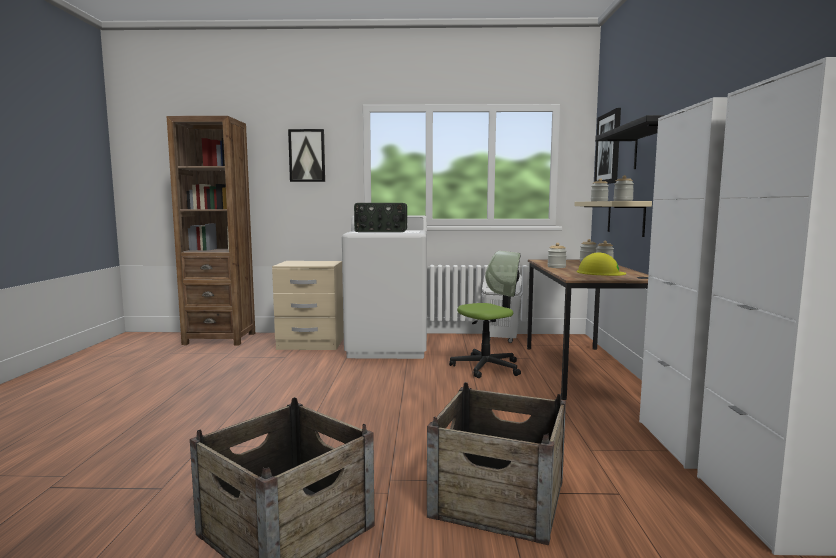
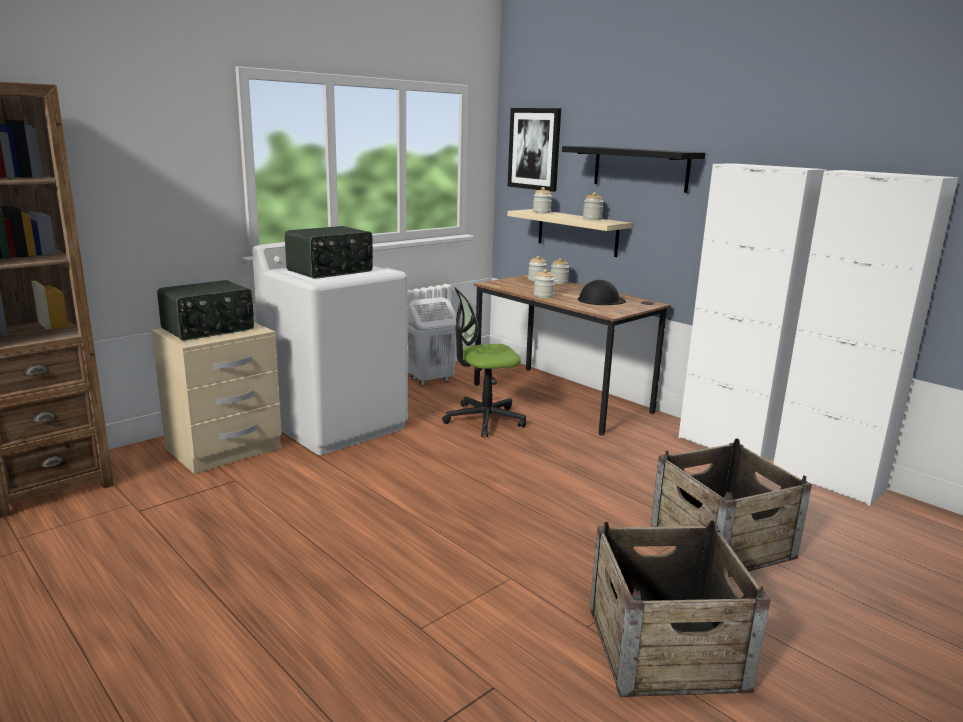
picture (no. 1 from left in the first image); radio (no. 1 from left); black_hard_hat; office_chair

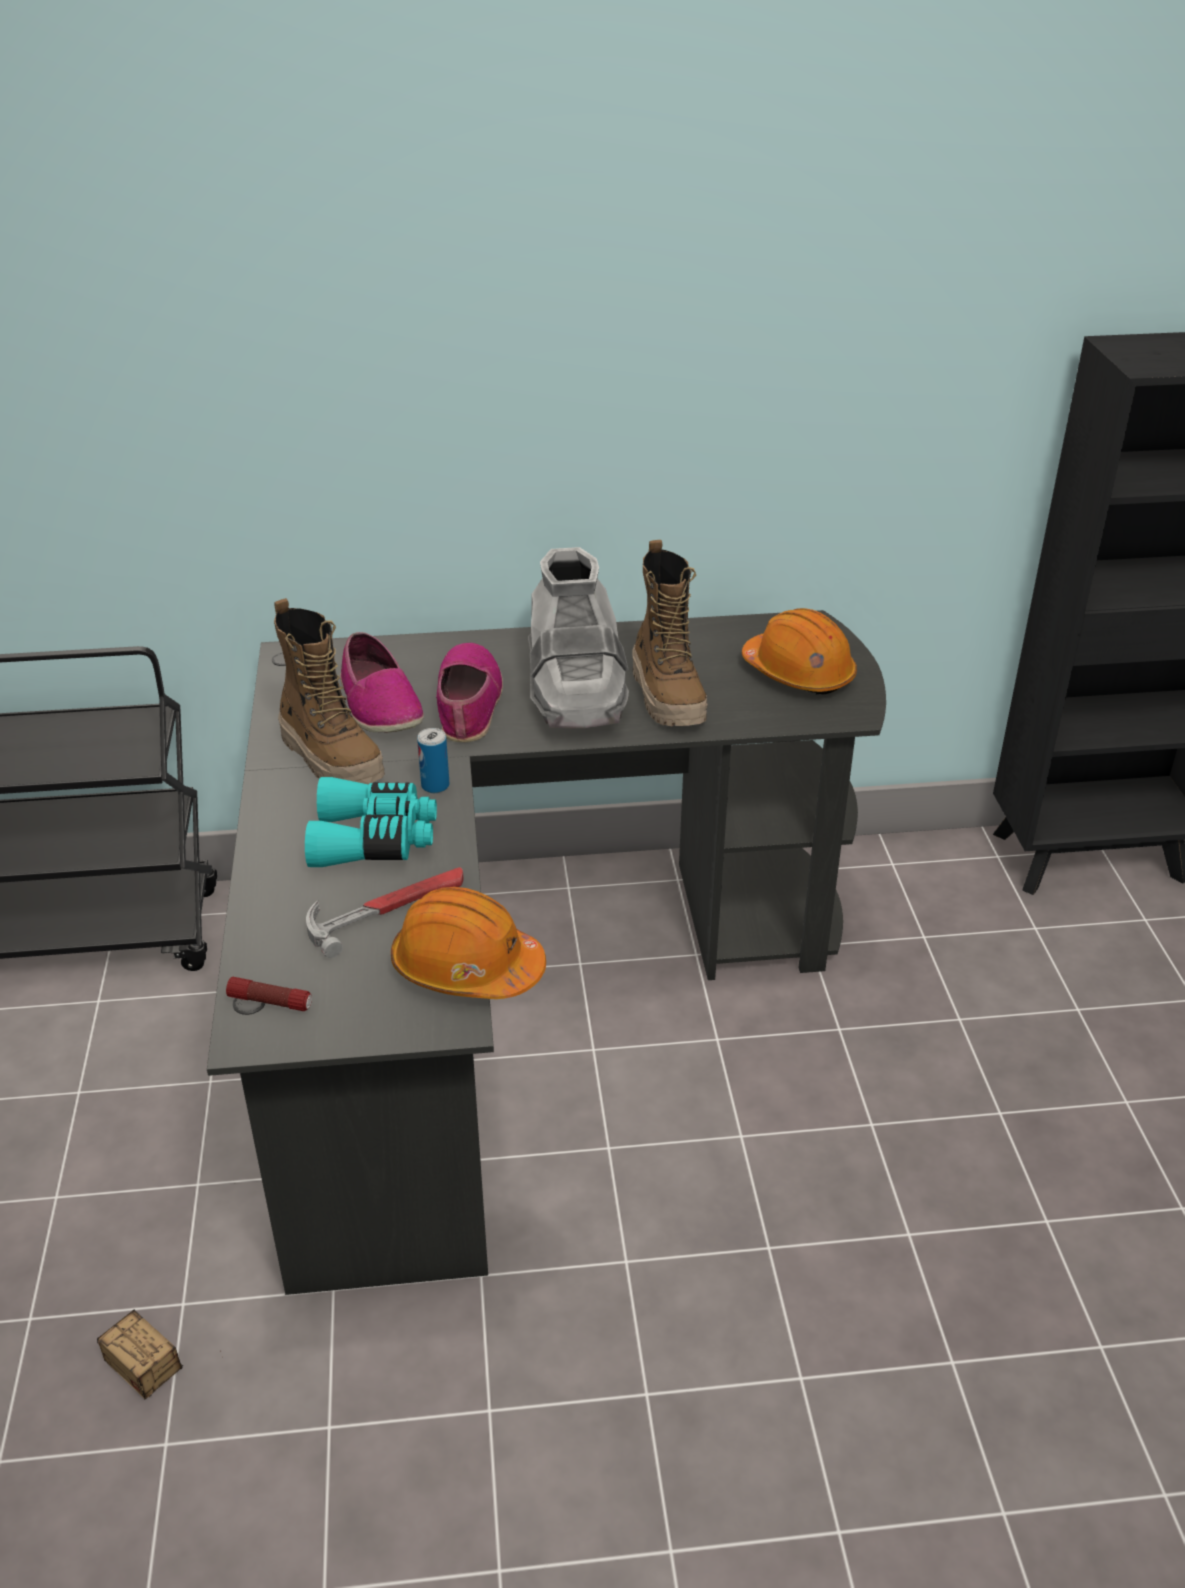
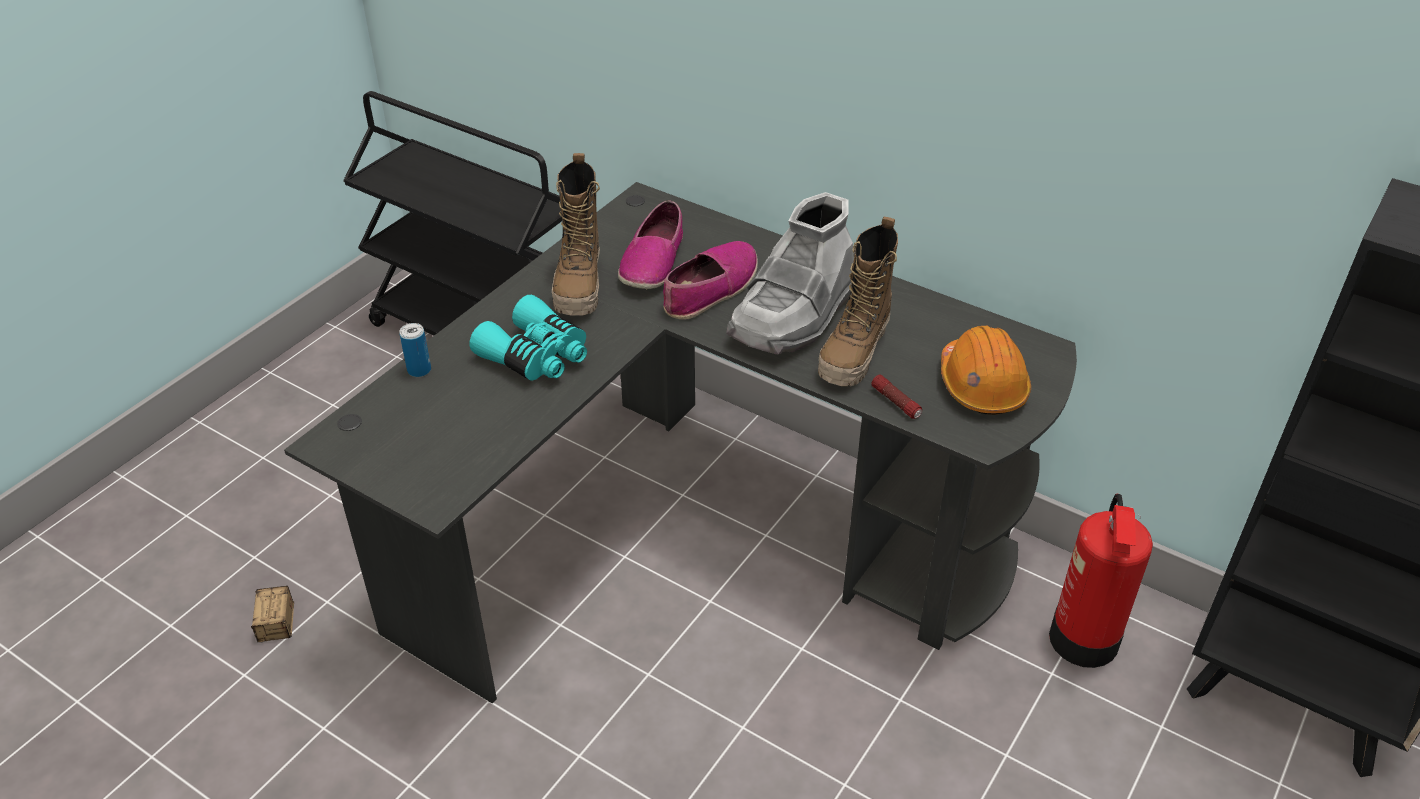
hammer; orange_hard_hat (no. 1 from left in the first image); fire_extinguisher; flashlight; can

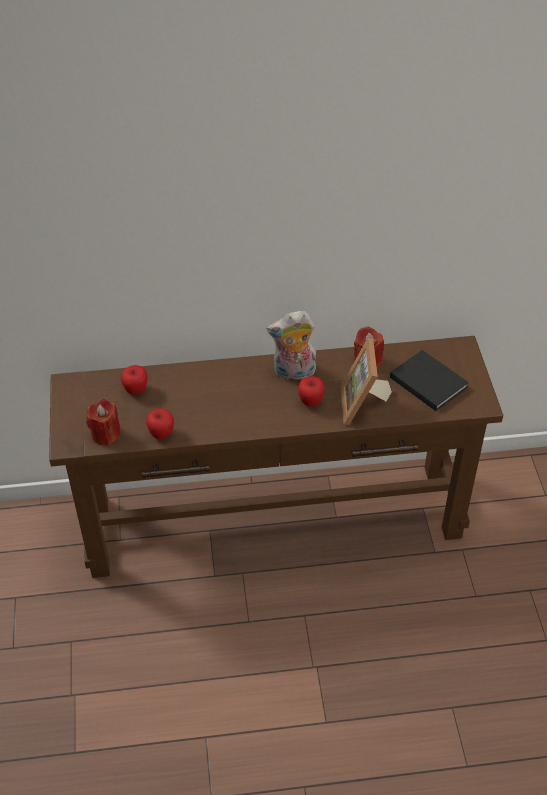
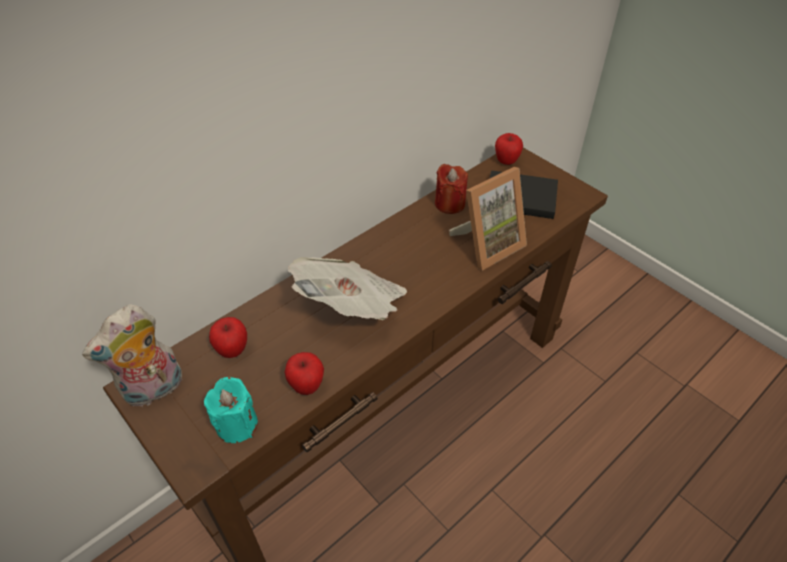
newspaper; plush_toy; apple (no. 3 from left); turquoise_candle; picture_frame

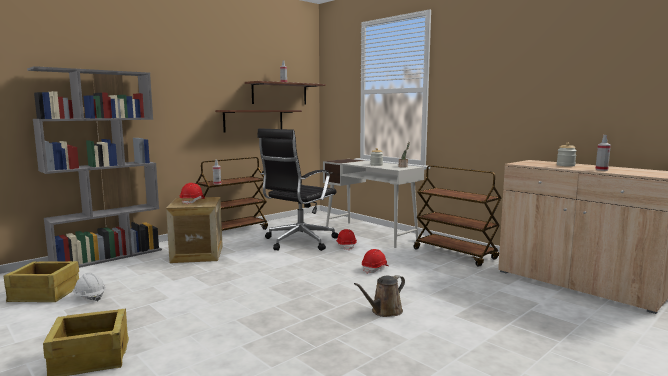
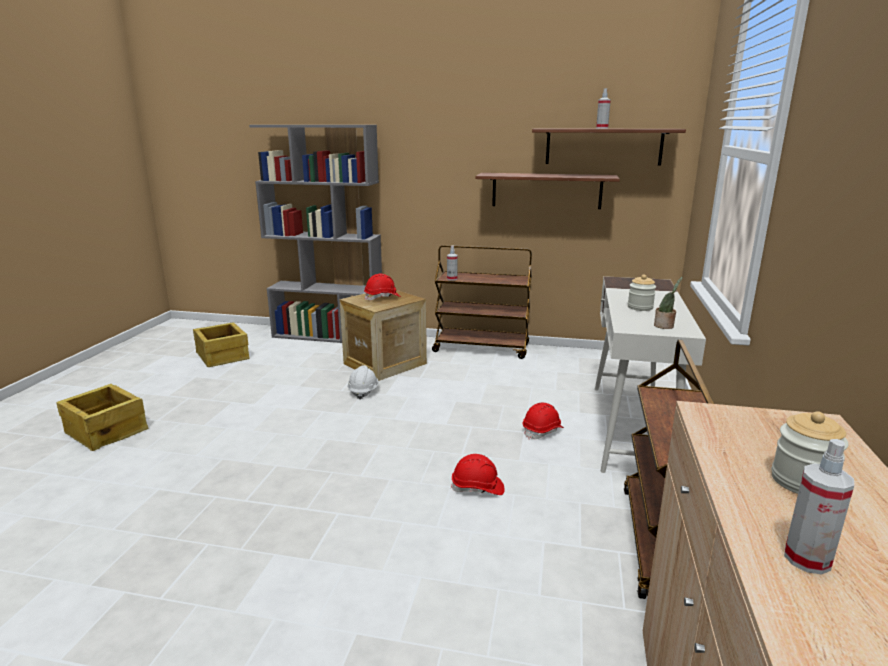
black_office_chair; brown_watering_can; white_hard_hat

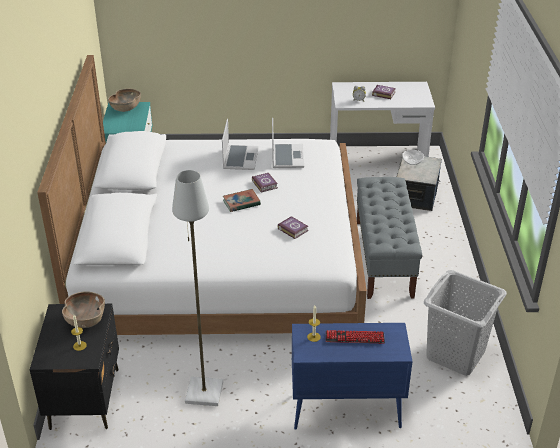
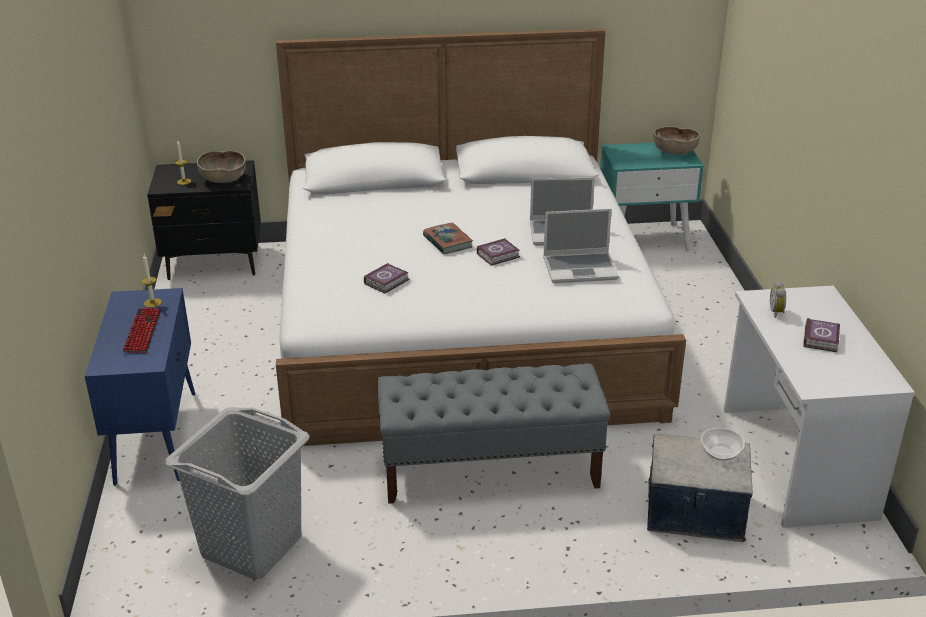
grey_floor_lamp

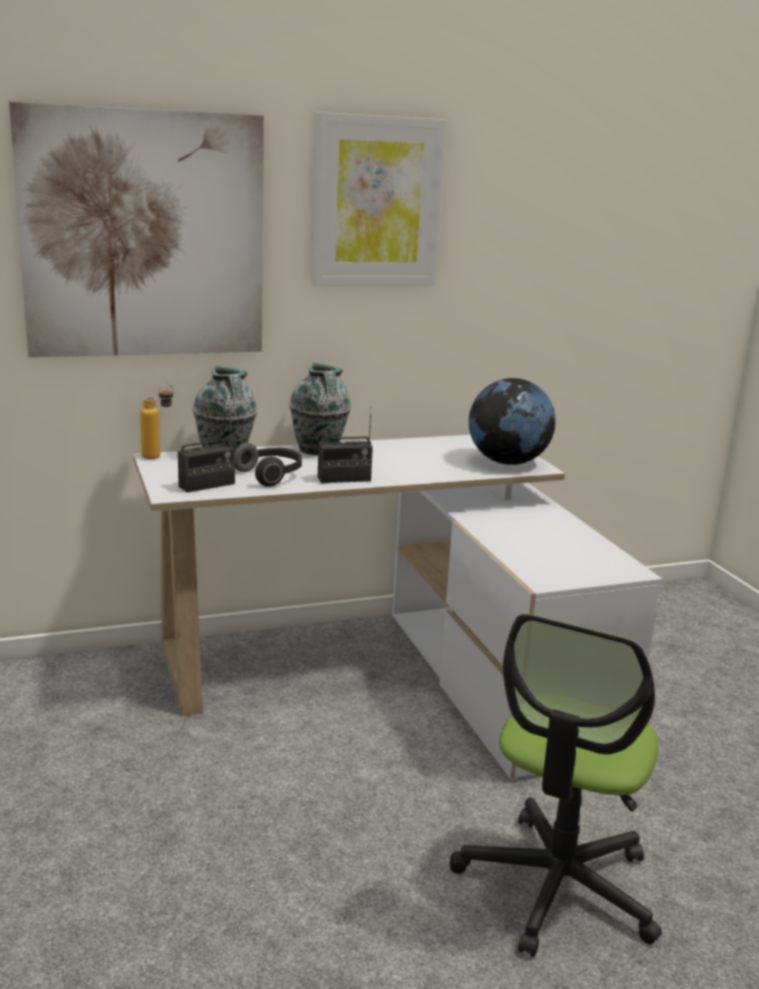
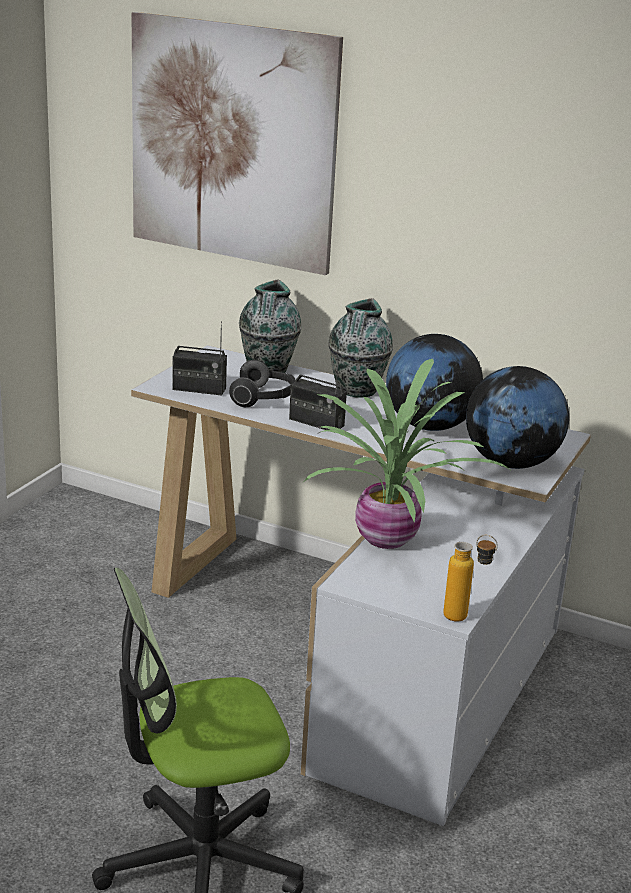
picture (no. 2 from left in the first image); potted_plant; globe (no. 1 from left); bottle

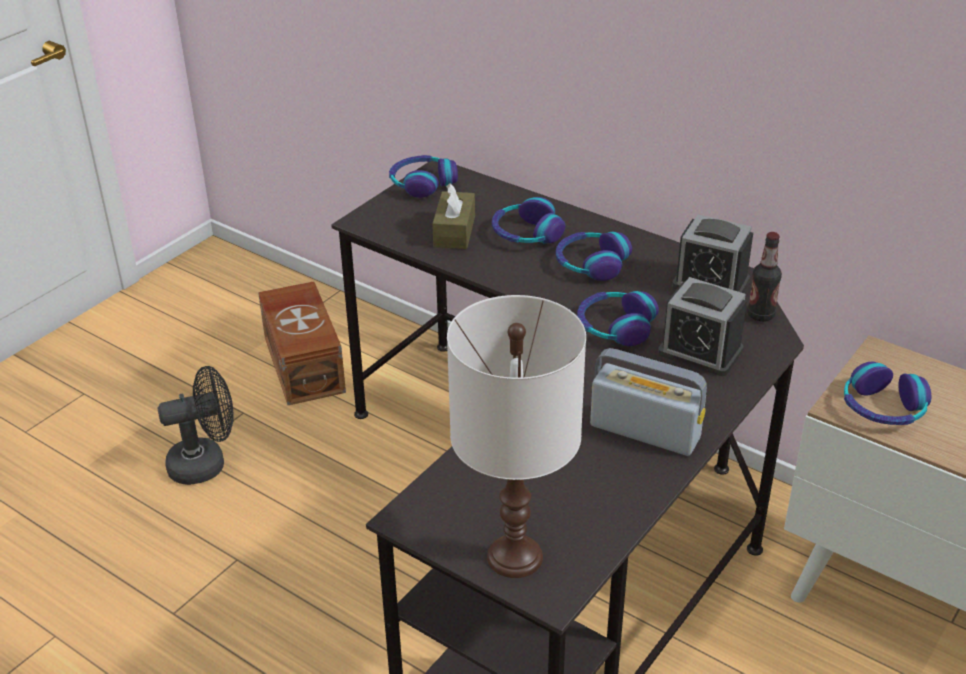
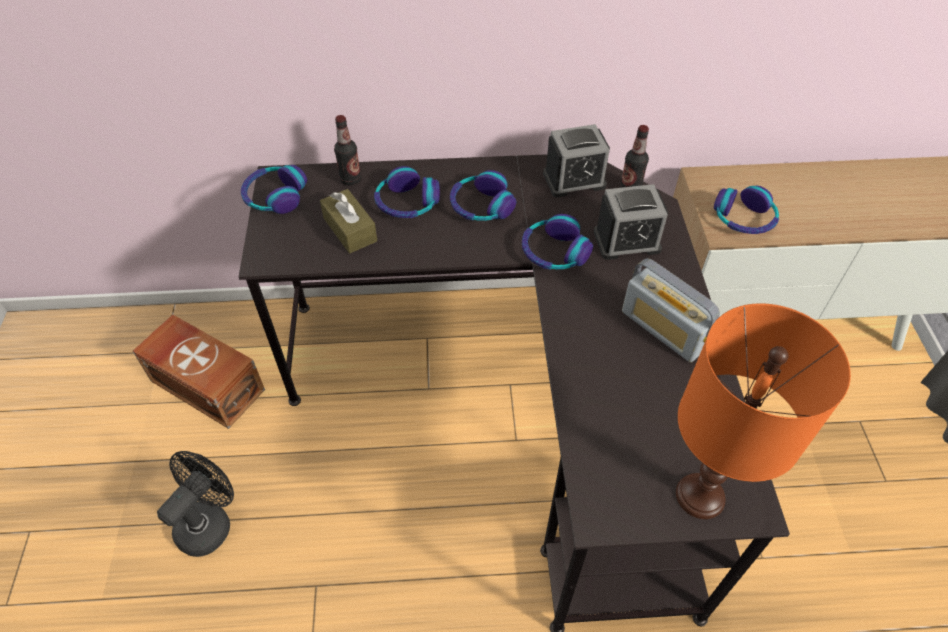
bottle (no. 1 from left); orange_table_lamp; radio

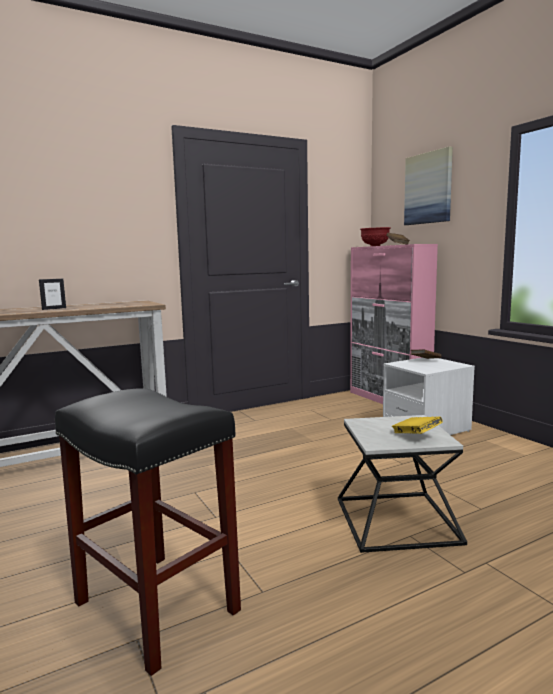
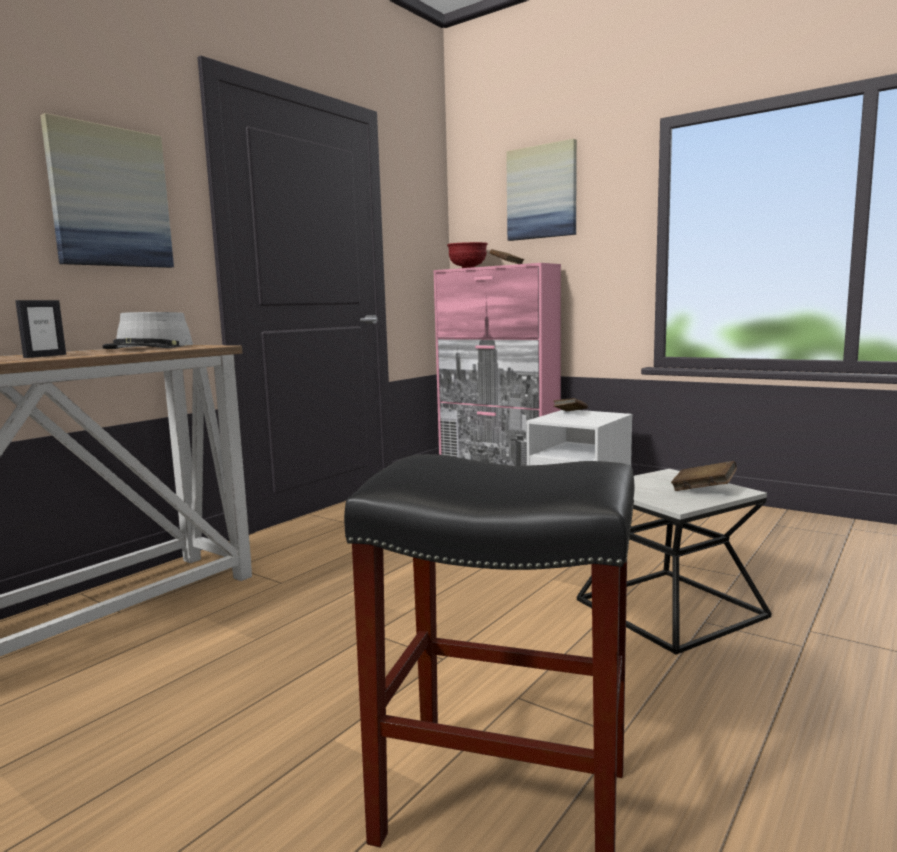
picture (no. 1 from left); grey_hat; brown_book (no. 3 from left)

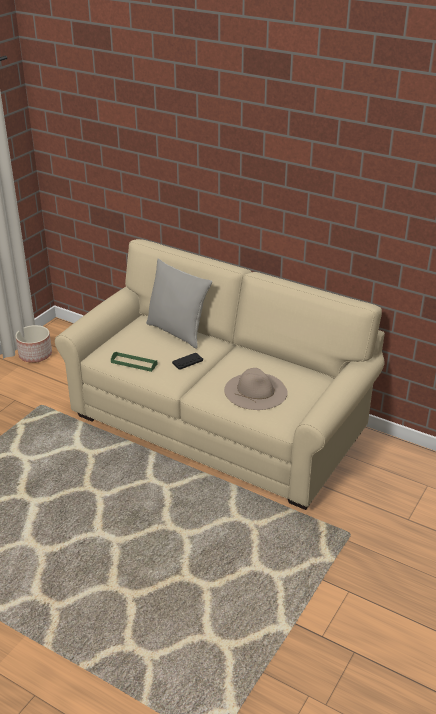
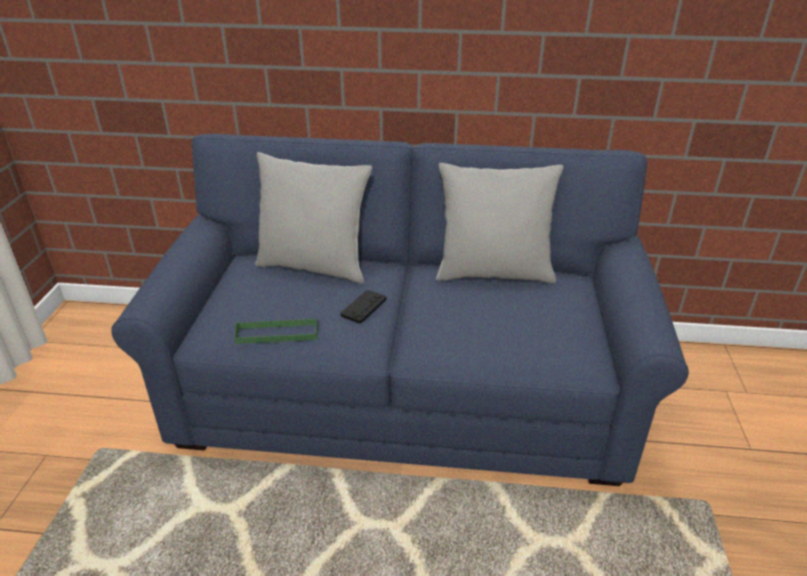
planter; beige_hat; grey_pillow (no. 2 from left); blue_sofa

